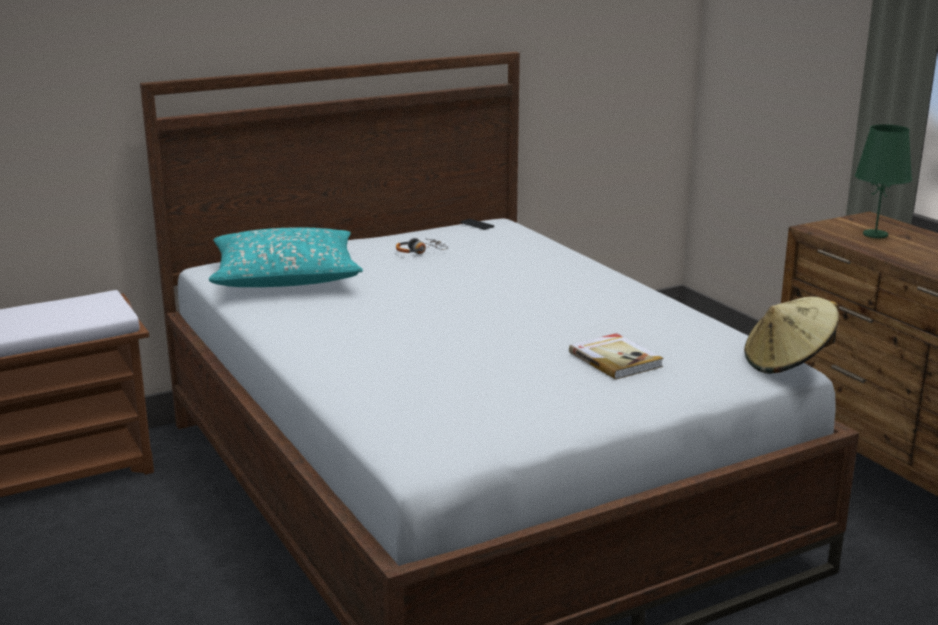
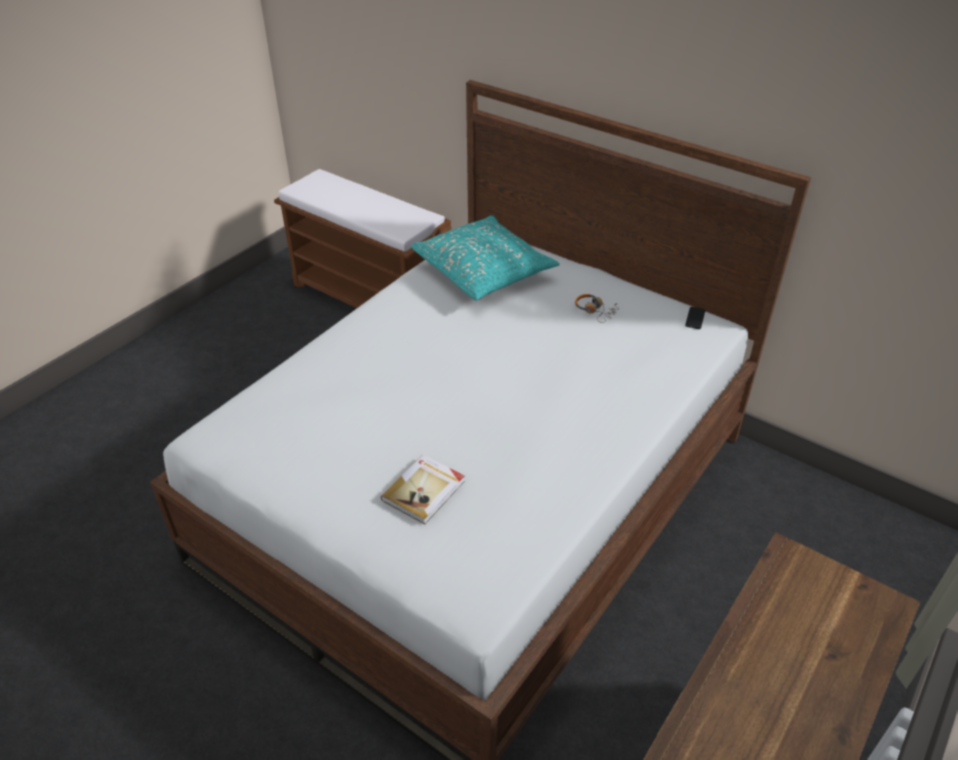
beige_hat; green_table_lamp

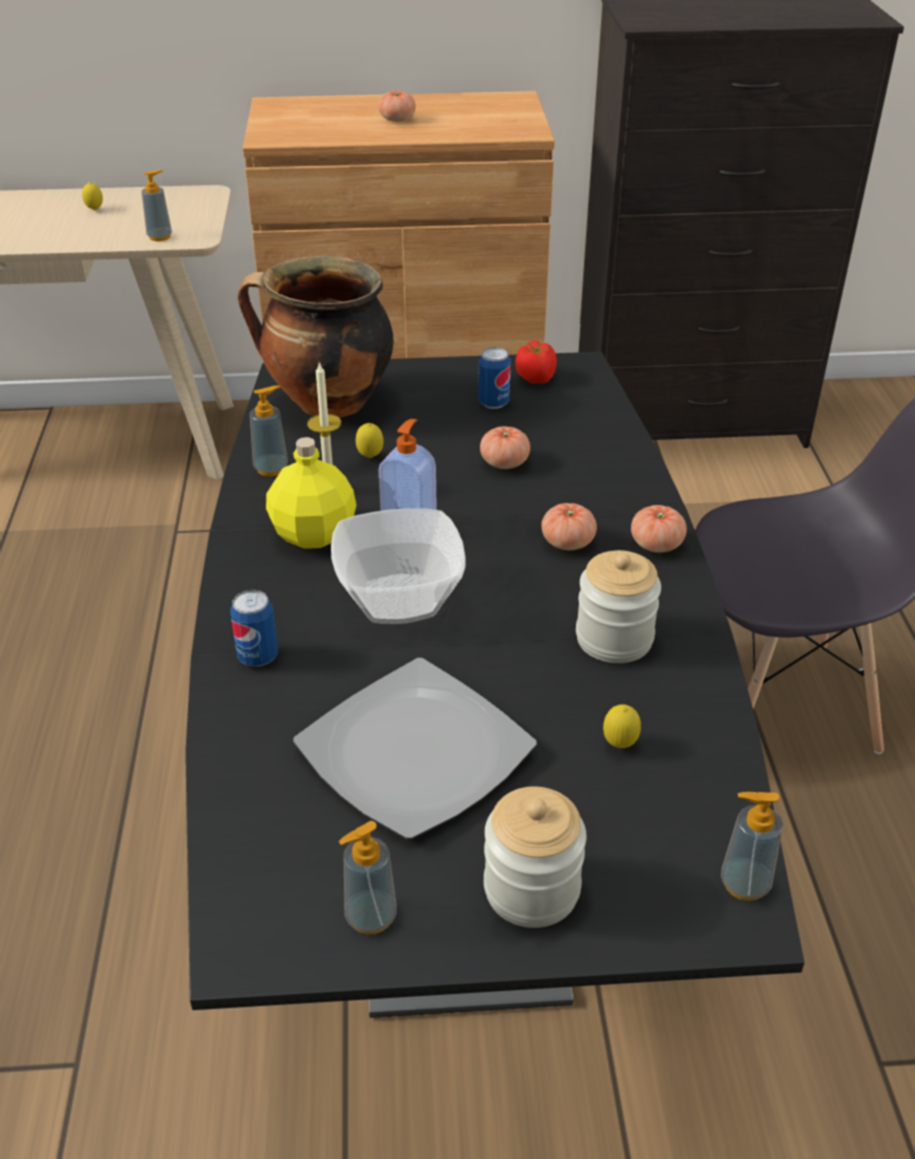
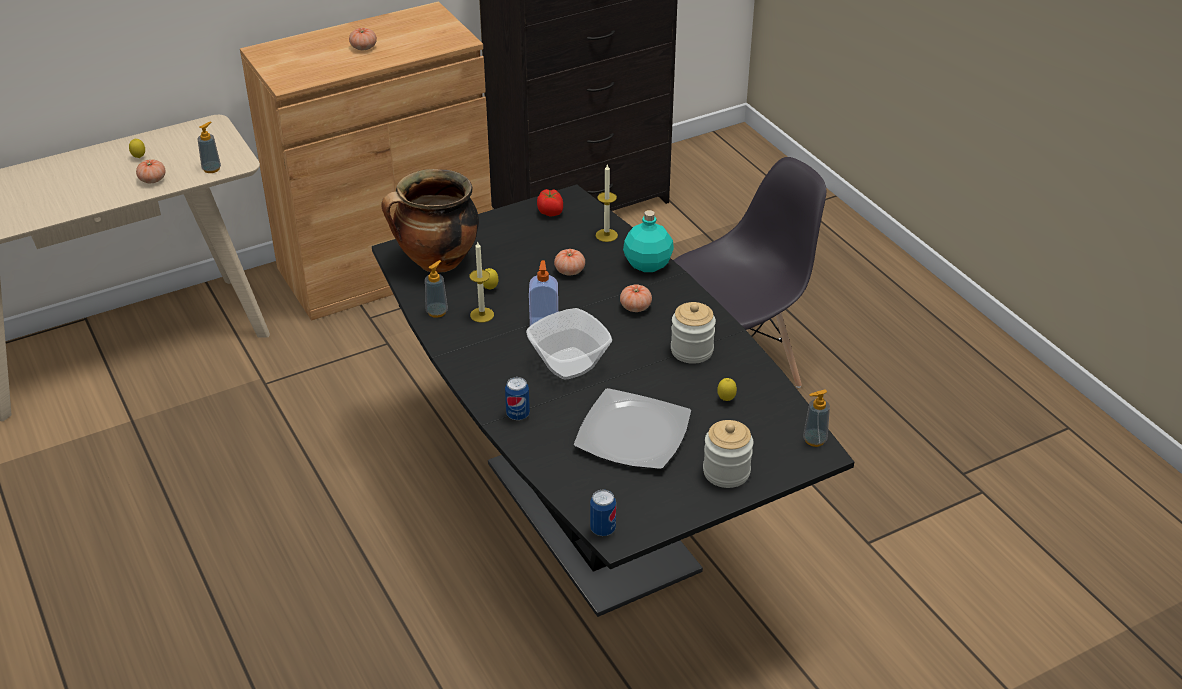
yellow_bottle; soap_dispenser (no. 3 from left in the first image); candle (no. 2 from left); turquoise_bottle; can (no. 2 from left); tomato (no. 1 from left)

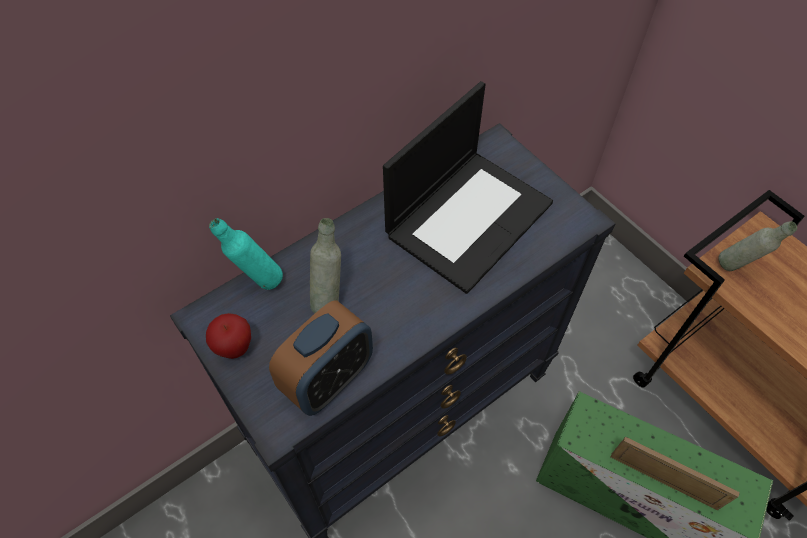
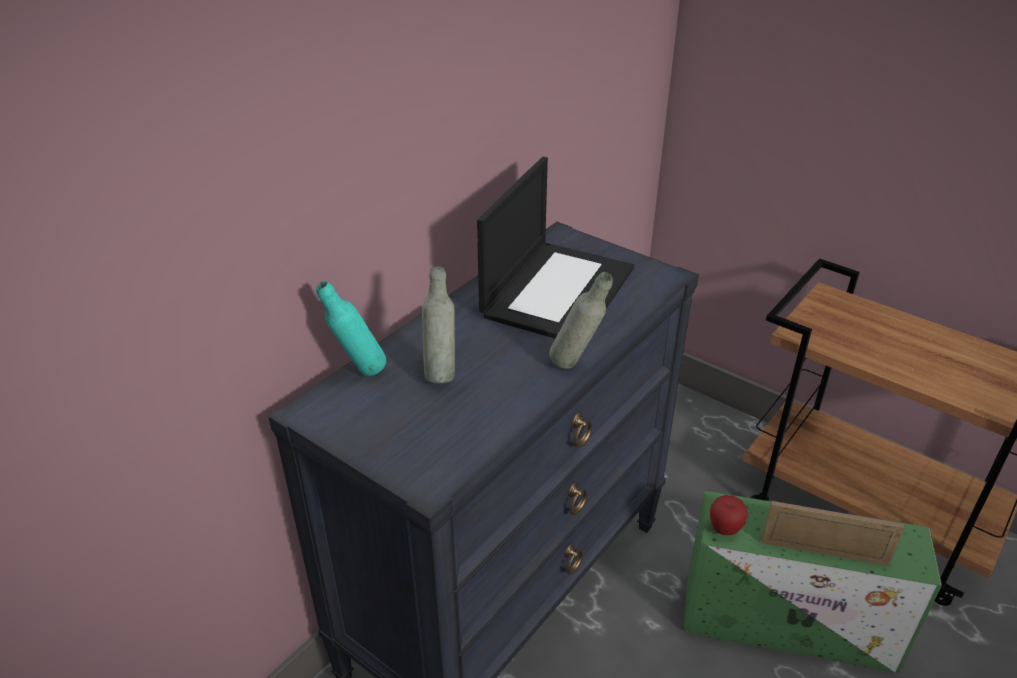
alarm_clock; apple; grey_bottle (no. 2 from left)

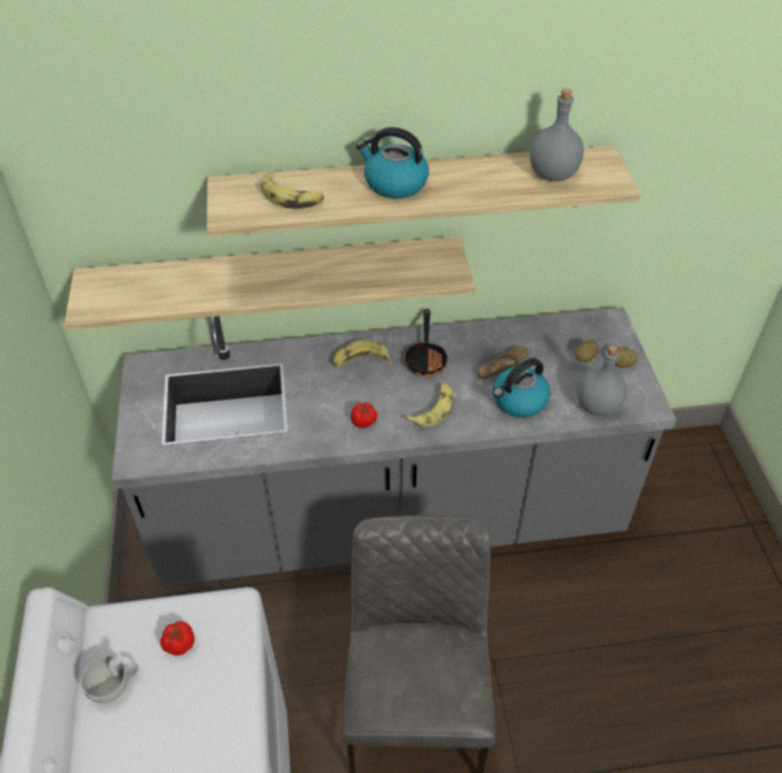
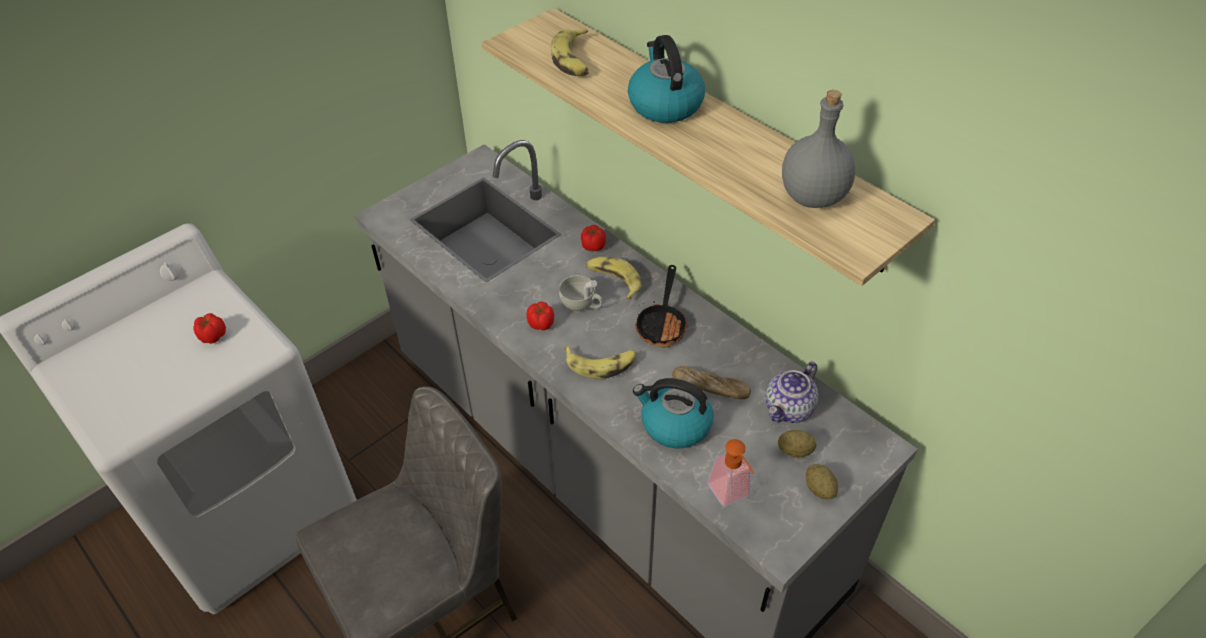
shelf (no. 1 from left in the first image); tomato (no. 3 from left); teapot; white_cup; soap_dispenser; frying_pan

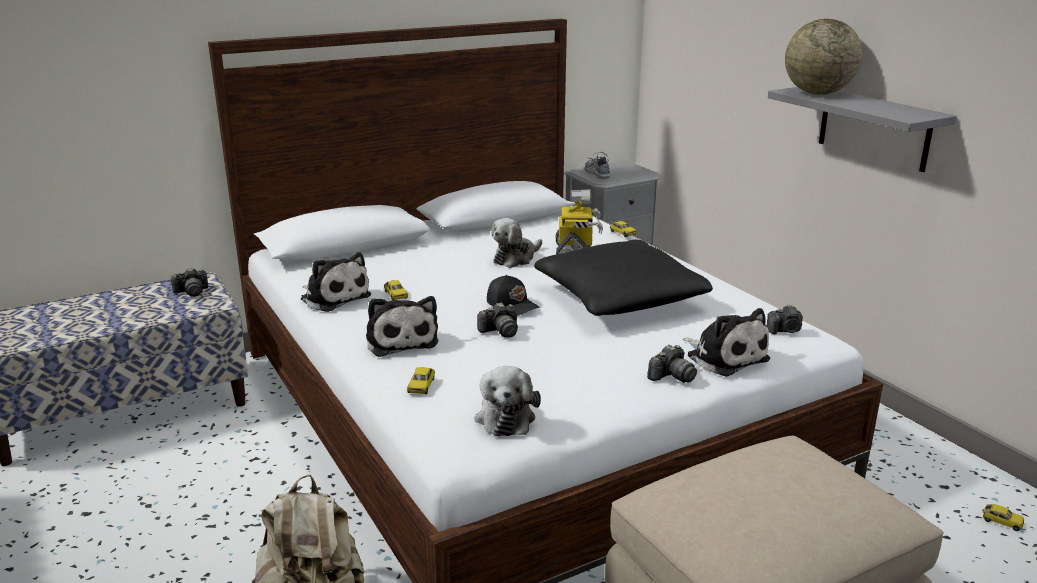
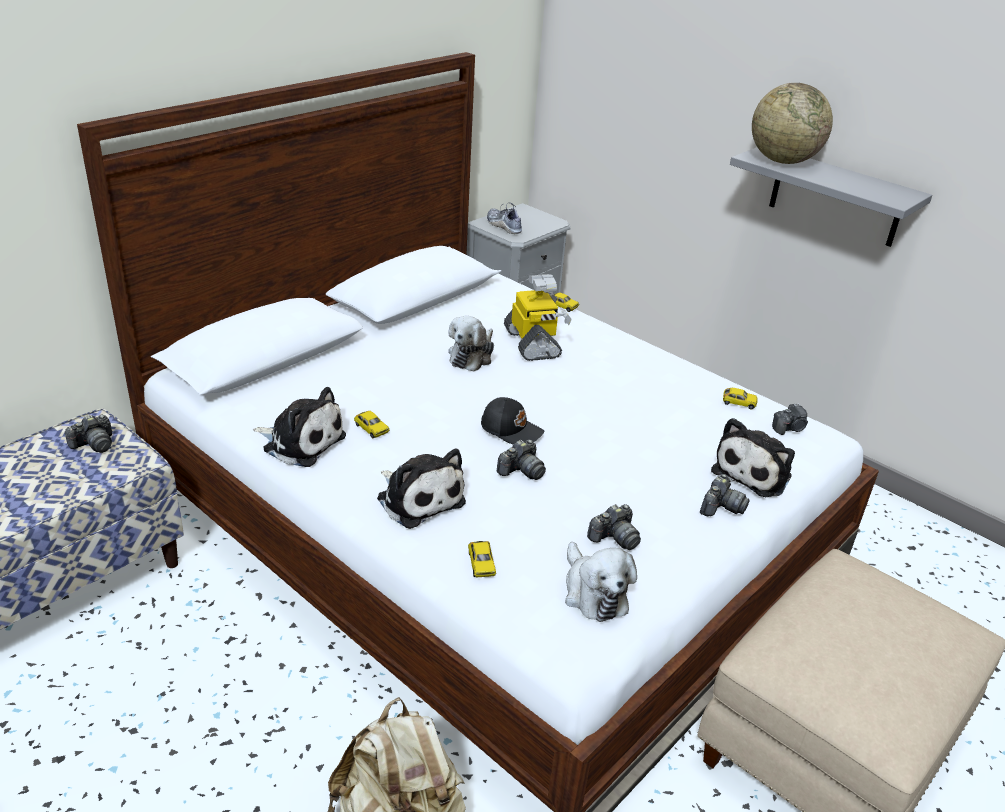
black_pillow; photo_camera (no. 3 from left); toy_car (no. 4 from left); plush_toy (no. 5 from left)

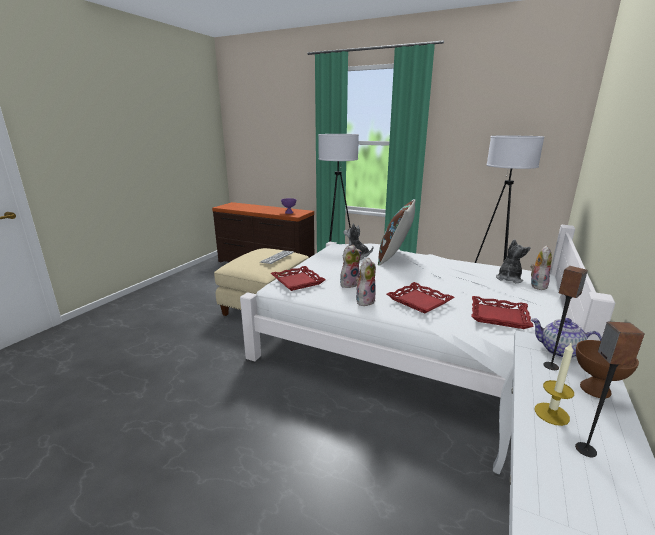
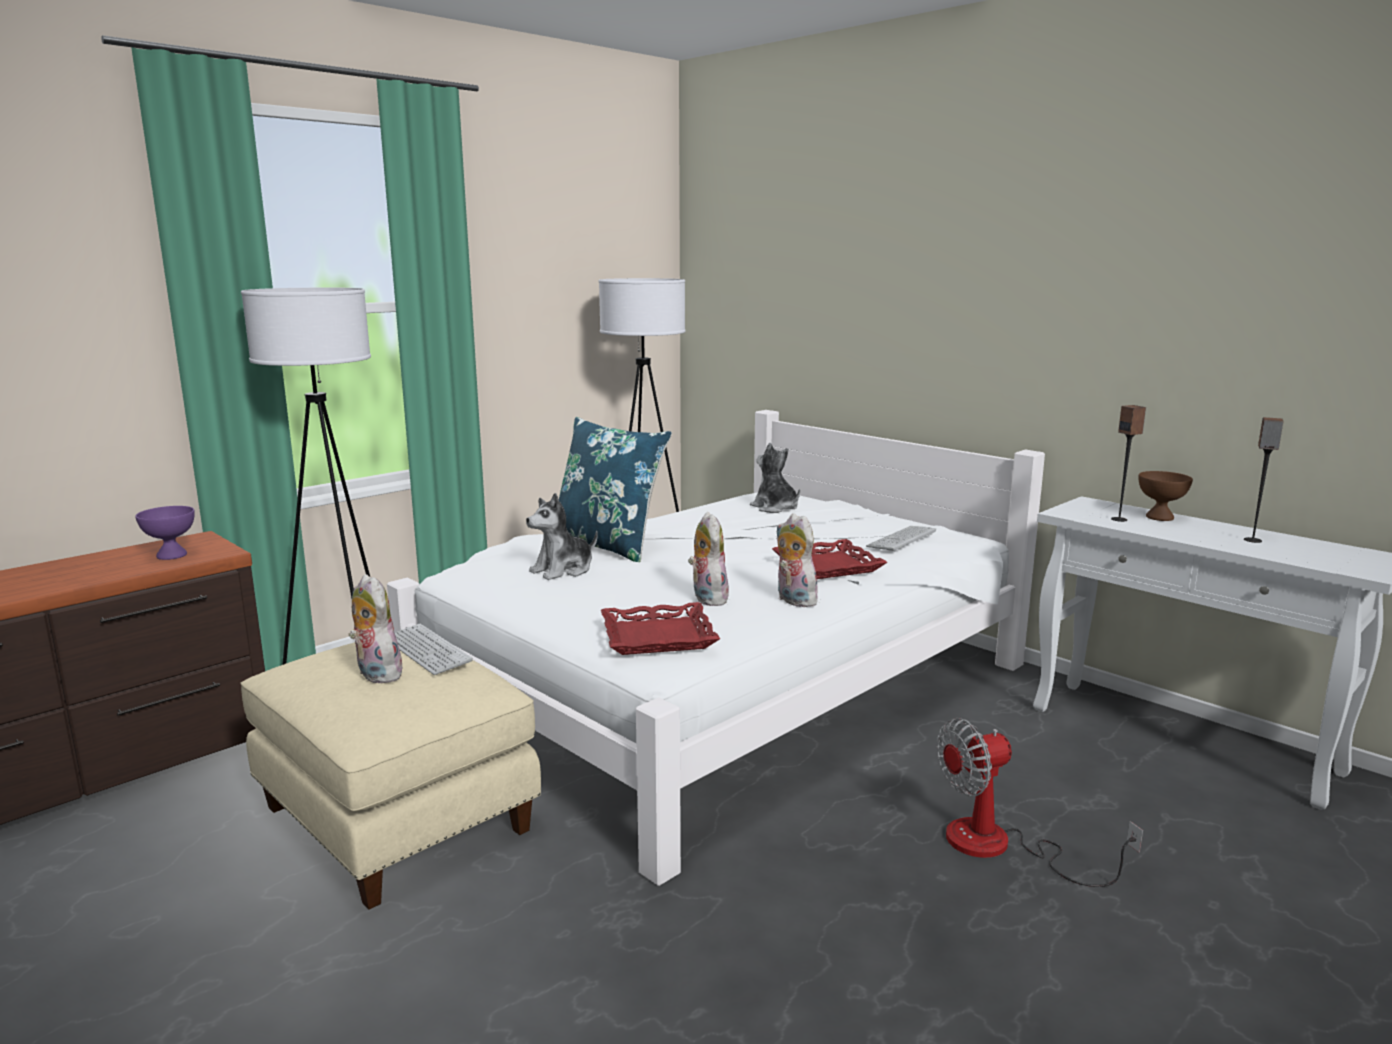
teapot; candle; fan; plush_toy (no. 1 from left); keyboard (no. 2 from left); blue_pillow

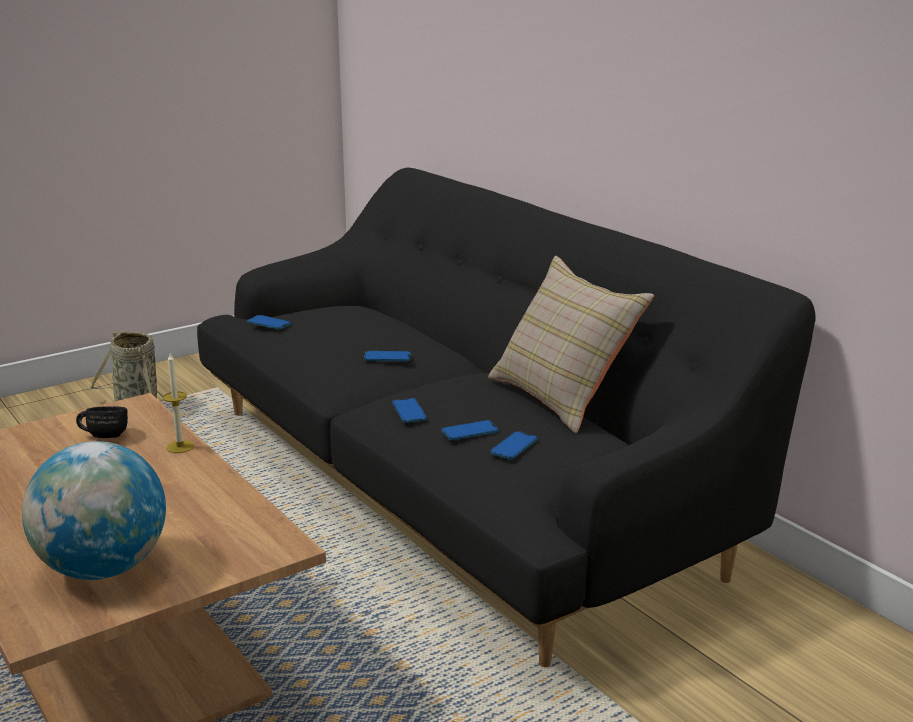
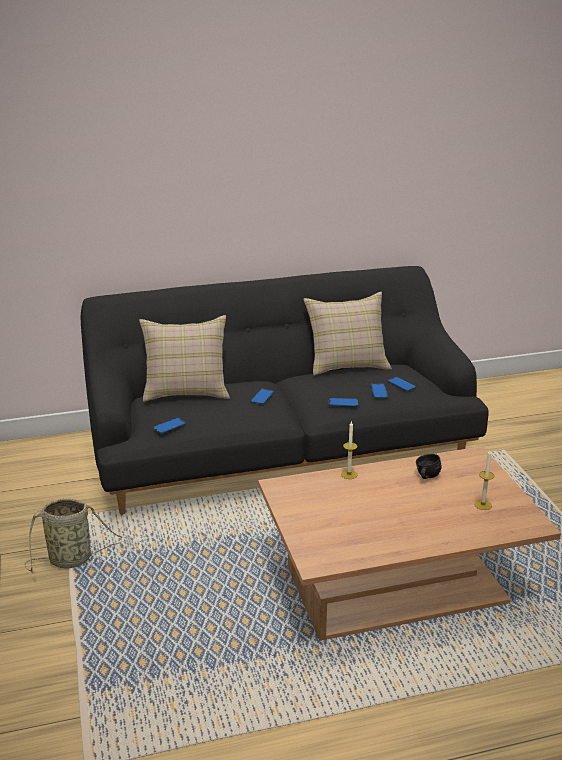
beige_pillow (no. 1 from left); black_mug; candle (no. 2 from left)

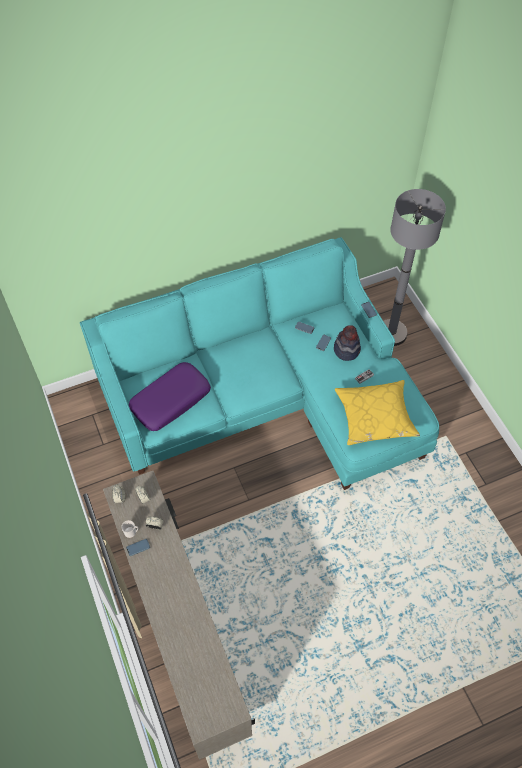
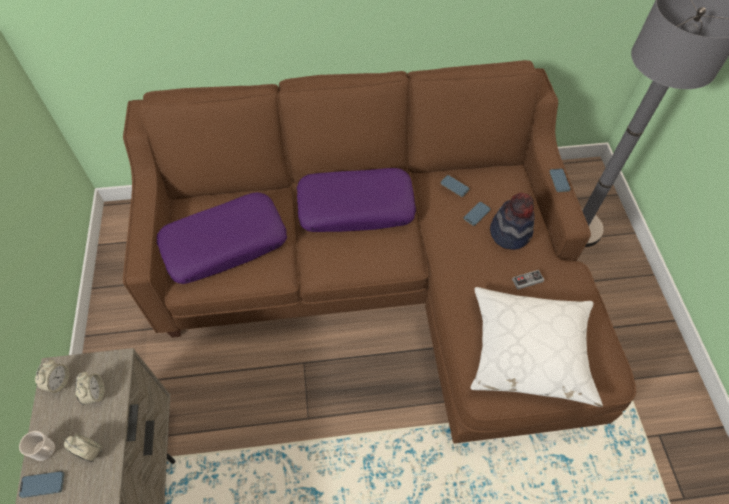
purple_pillow (no. 2 from left); brown_sofa; white_pillow

